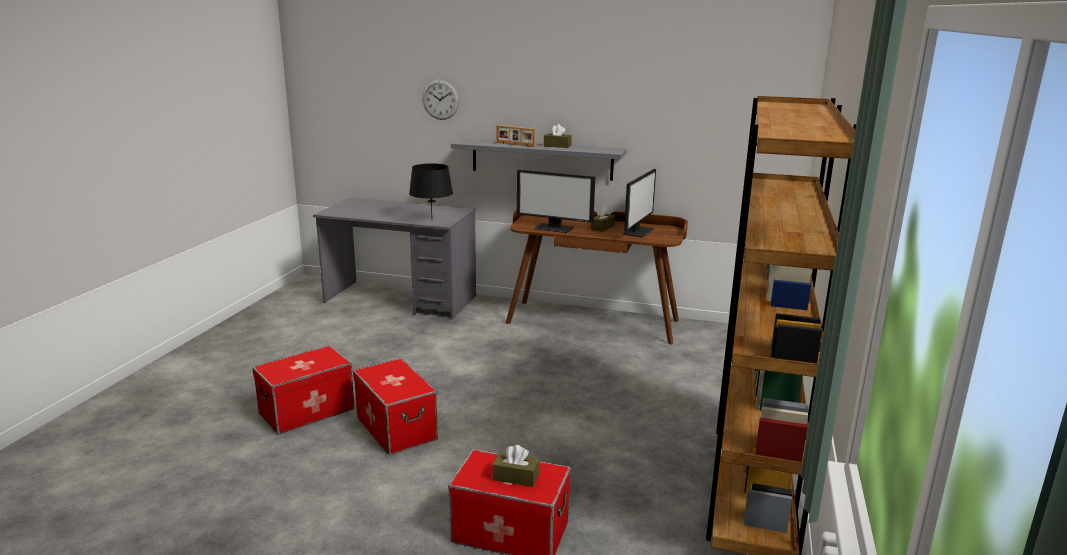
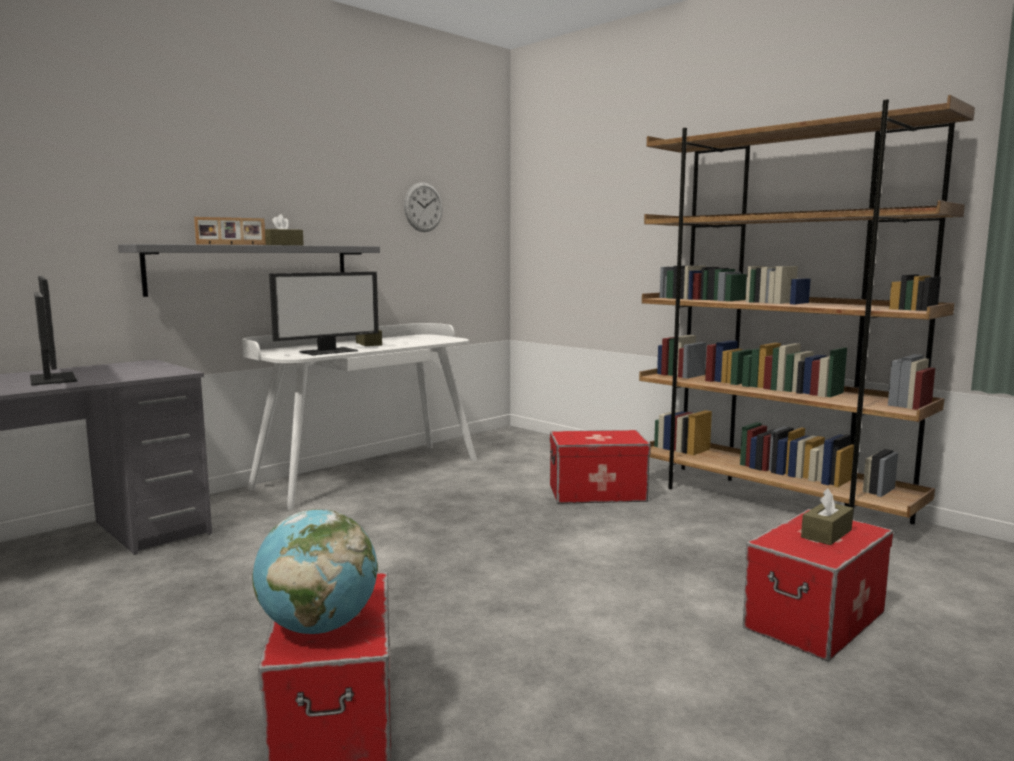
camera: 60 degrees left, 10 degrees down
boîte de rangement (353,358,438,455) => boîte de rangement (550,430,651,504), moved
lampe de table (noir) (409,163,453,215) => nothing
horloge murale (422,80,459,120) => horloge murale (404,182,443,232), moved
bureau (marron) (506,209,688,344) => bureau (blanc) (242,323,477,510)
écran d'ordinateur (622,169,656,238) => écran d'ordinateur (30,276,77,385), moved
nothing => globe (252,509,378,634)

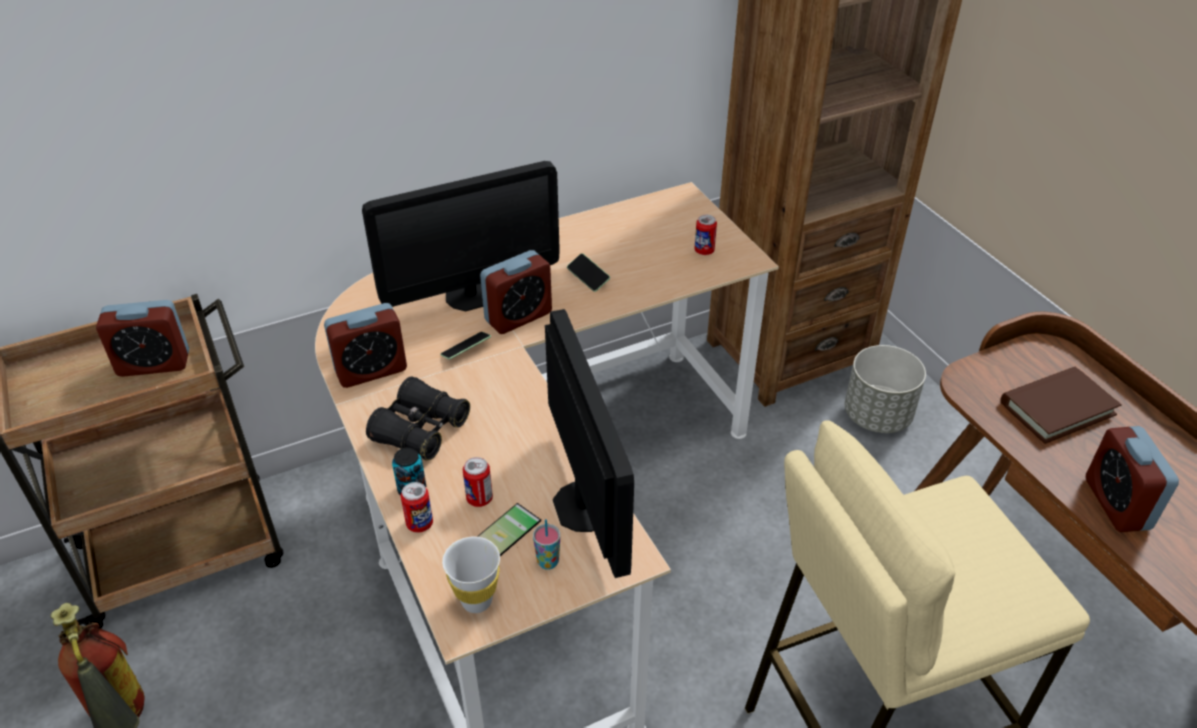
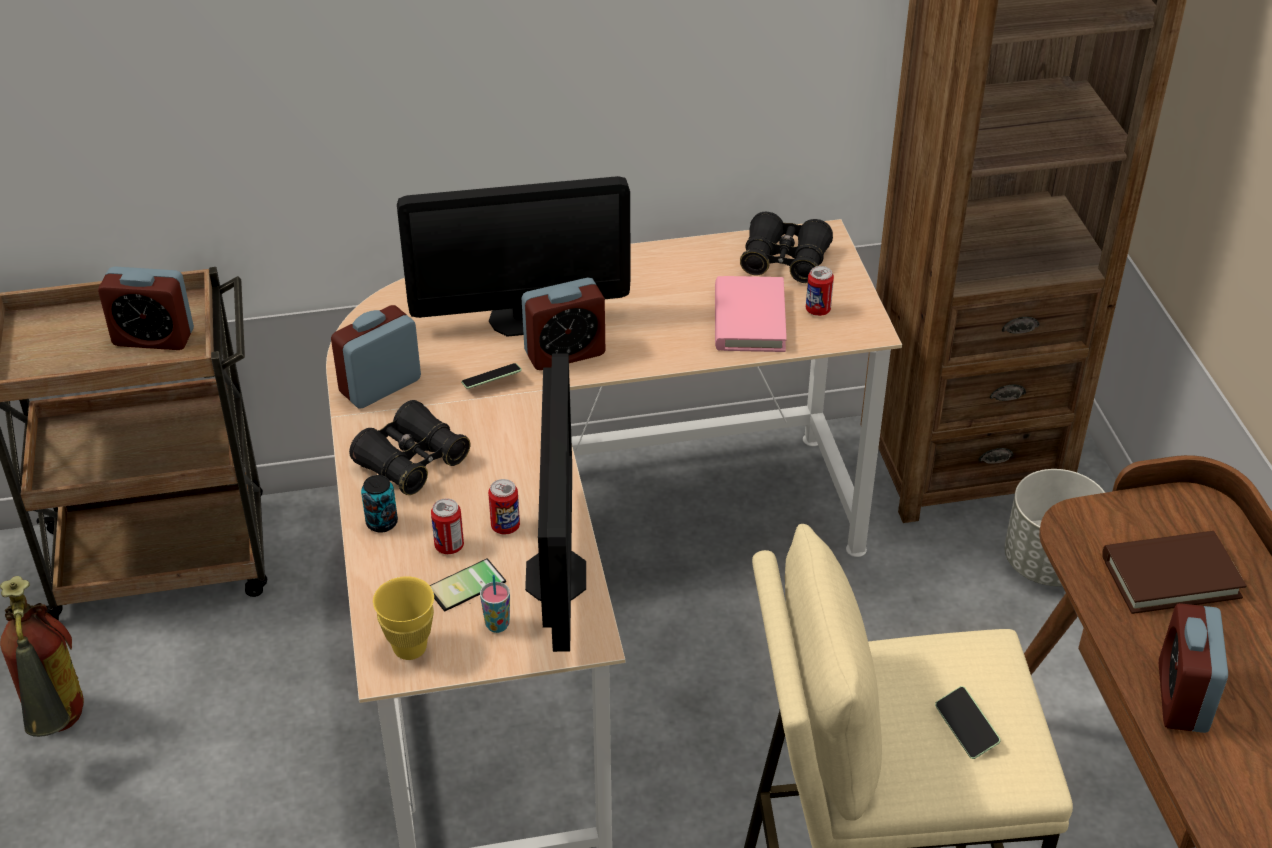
camera: 15 degrees right, 0 degrees up
réveil (324,303,407,388) => réveil (331,305,421,409), 150 degrees clockwise
boîte métallique (401,482,433,533) => boîte métallique (488,479,520,534), moved
tasse (blanc) (442,537,500,613) => tasse (jaune) (373,576,434,660)
téléphone (567,253,610,292) => téléphone (935,686,1001,759), moved
nothing => livre (rose) (715,276,787,352)
nothing => jumelles (noir) (740,212,833,283)

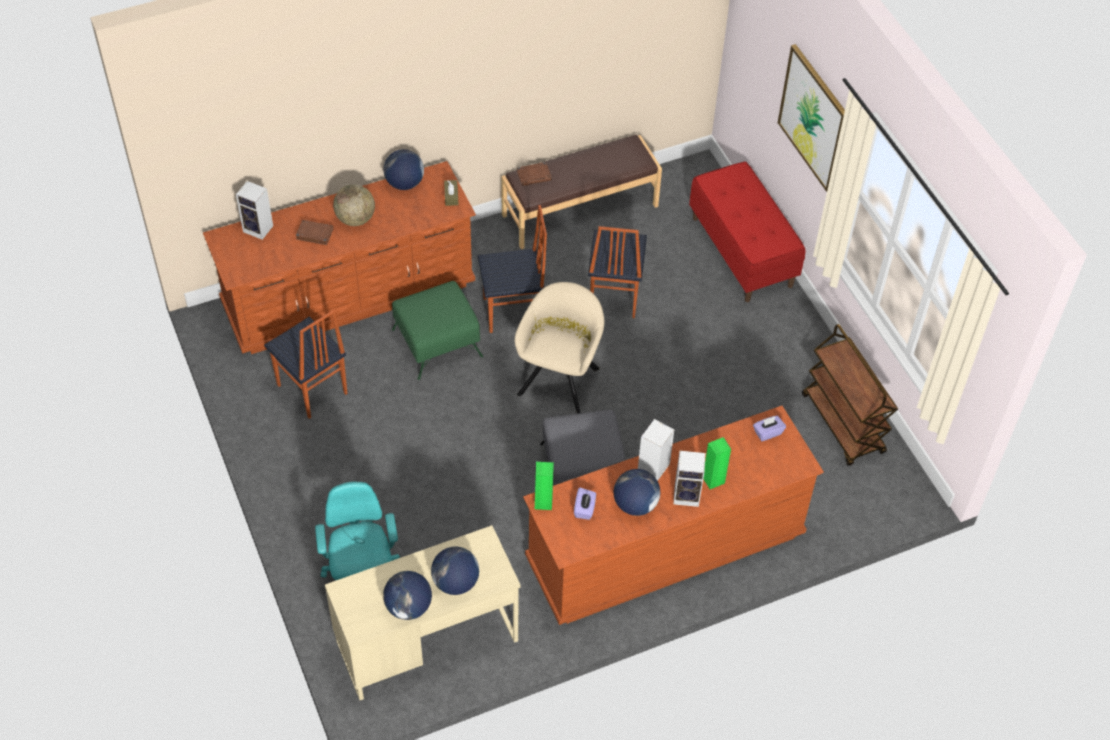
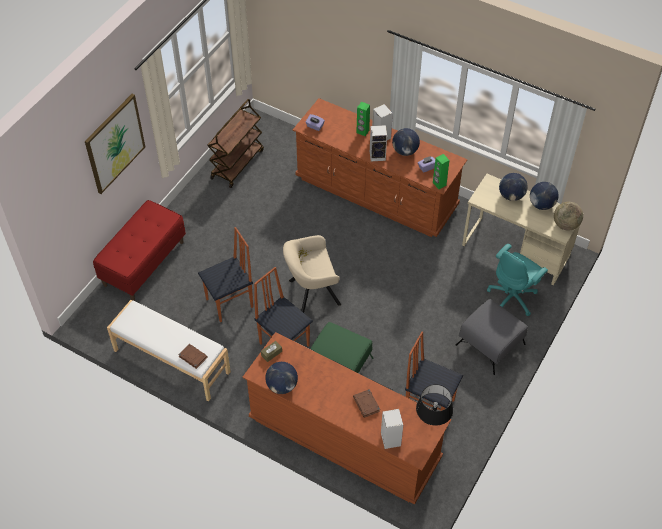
camera: 125 degrees left, 0 degrees up
chaise (264,310,348,419) => chaise (405,332,463,411), 75 degrees counterclockwise
globe (333,184,375,226) => globe (554,202,583,231), moved
banc (marron) (501,135,662,249) => banc (blanc) (107,300,231,401)
pouf (gris) (540,410,625,485) => pouf (gris) (456,299,528,375), moved
nothing => lampe de table (noir) (416,384,453,426)

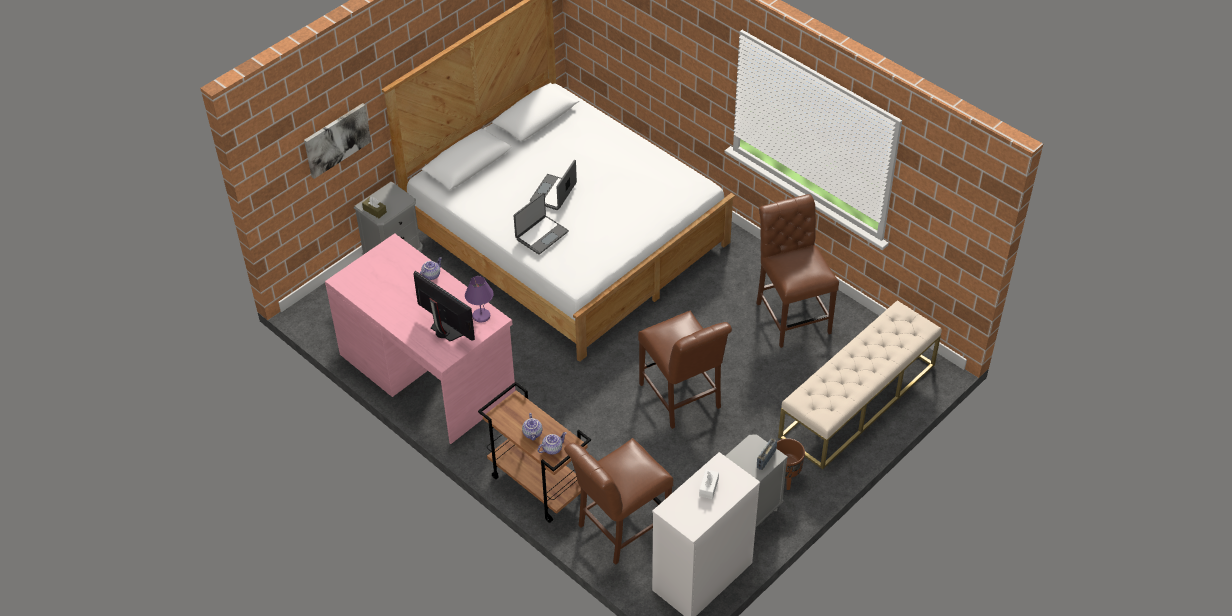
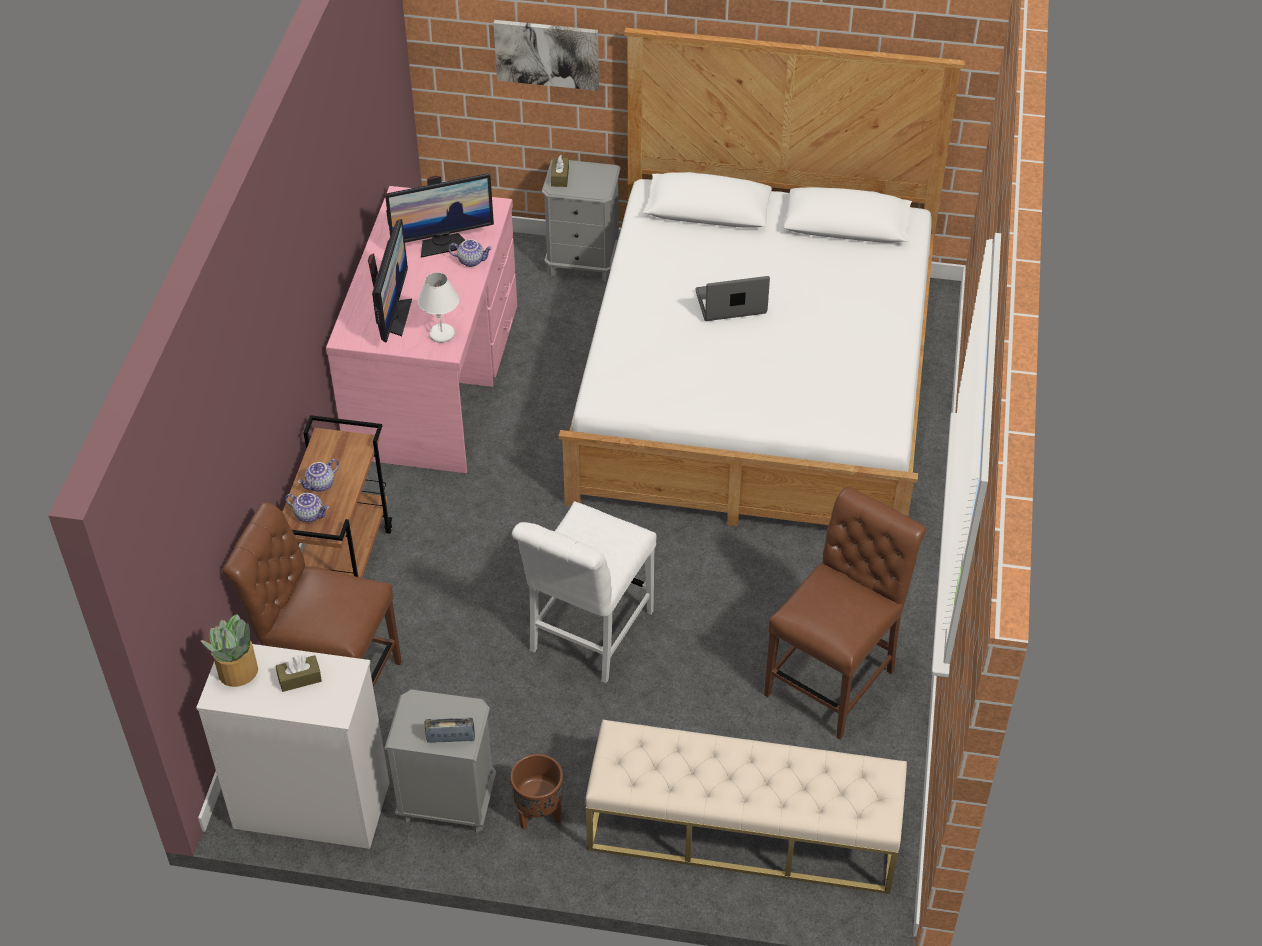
camera: 55 degrees right, 0 degrees up
lampe de table (violet) (465,276,494,323) => lampe de table (blanc) (418,272,459,343)
ordinateur portable (514,192,569,255) => nothing
chaise (marron) (638,310,732,429) => chaise (blanc) (512,501,656,683)
boîte à mouchoirs (blanc) (699,470,719,499) => boîte à mouchoirs (marron) (276,655,322,692)
nothing => plante en pot (201,614,258,687)
nothing => écran d'ordinateur (385,173,494,258)

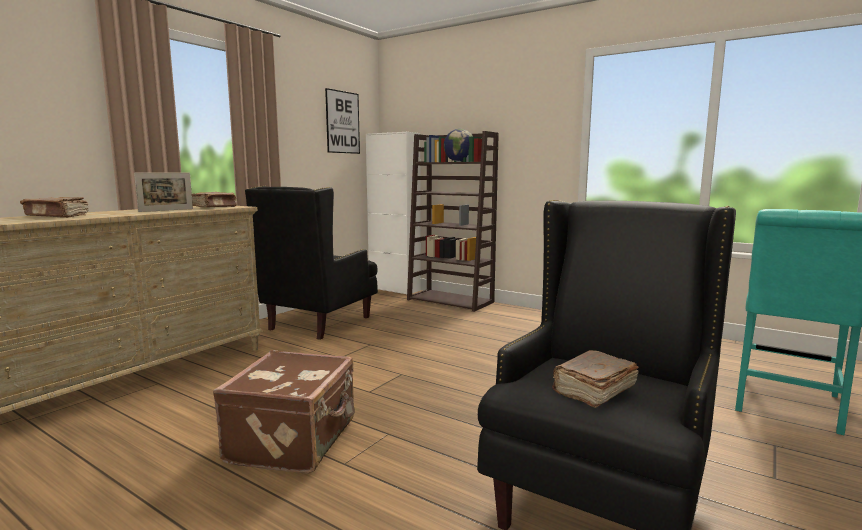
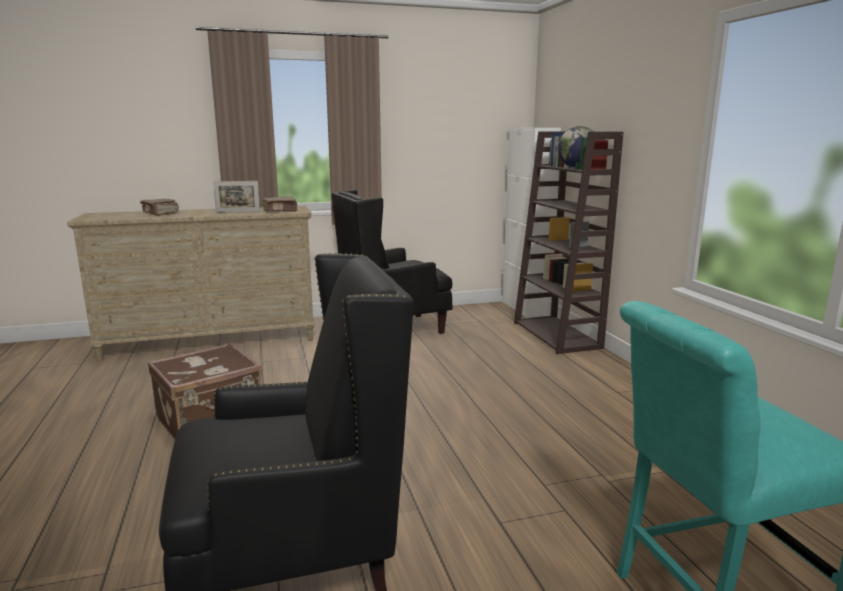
camera: 40 degrees right, 5 degrees up
tableau (325,88,360,154) => nothing
livre (marron) (552,350,639,408) => nothing

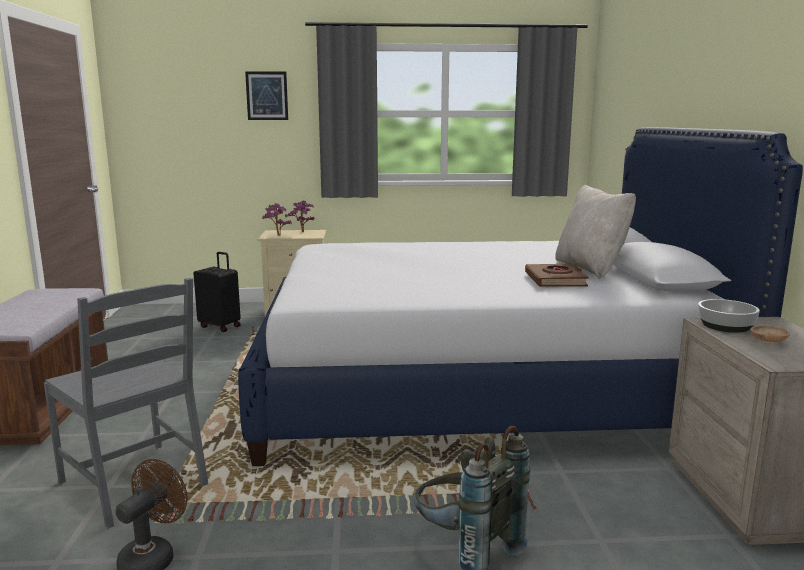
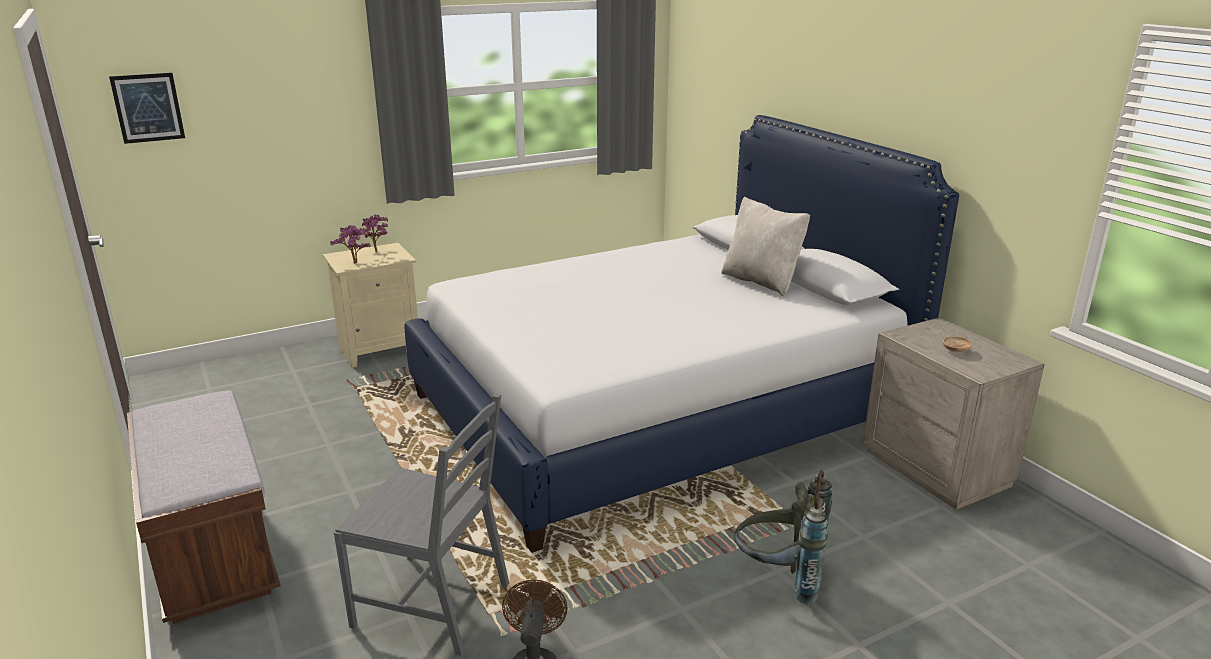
camera: 25 degrees left, 10 degrees up
valise (noir) (193,252,241,332) => nothing
tableau (245,71,288,120) => tableau (109,73,185,144), moved
livre (marron) (525,264,589,287) => nothing
bol (698,299,760,333) => nothing

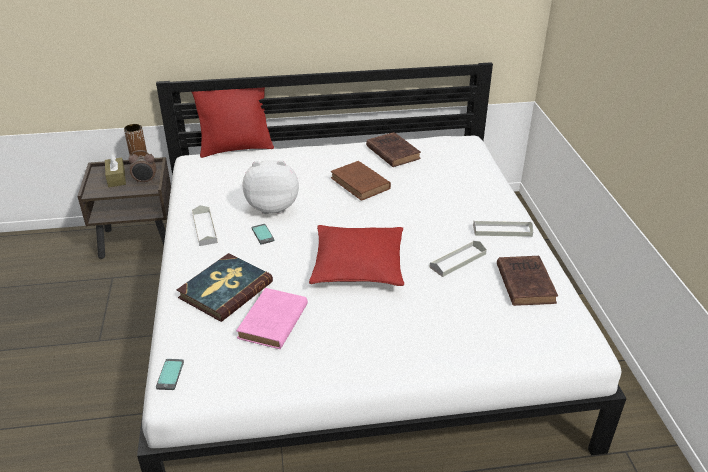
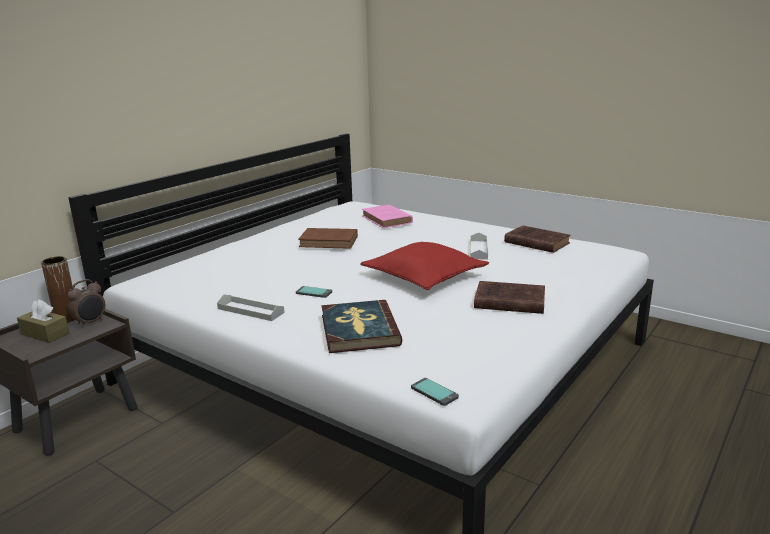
camera: 45 degrees left, 15 degrees down
coussin (rouge) (192,87,274,158) => nothing
livre (rose) (236,288,308,349) => livre (rose) (362,204,413,228), moved
peluche (243,160,299,214) => nothing
livre (marron) (366,132,421,167) => livre (marron) (474,281,545,314), moved
plateau (gris) (473,221,533,237) => nothing

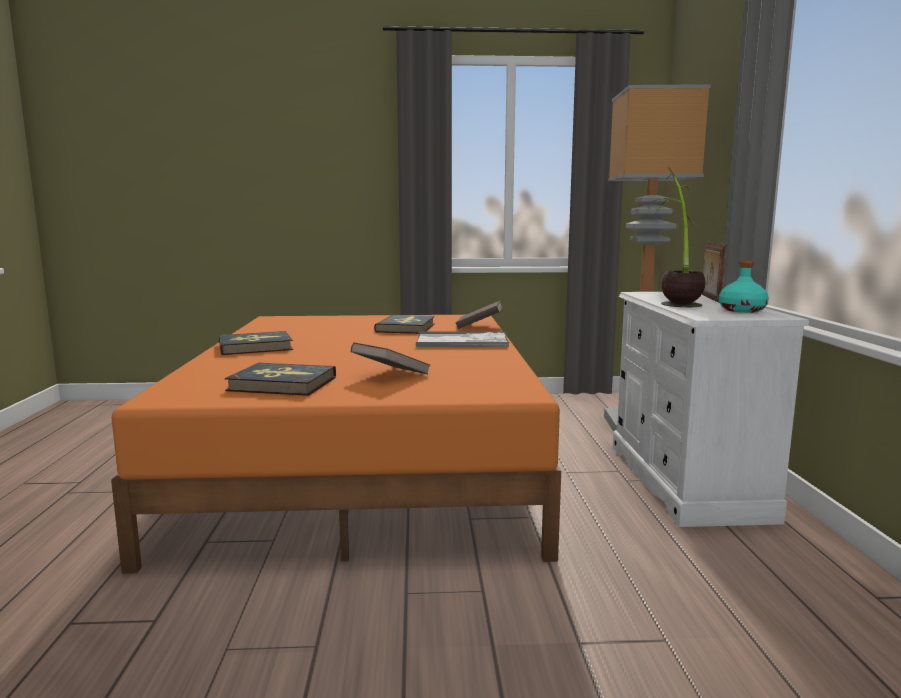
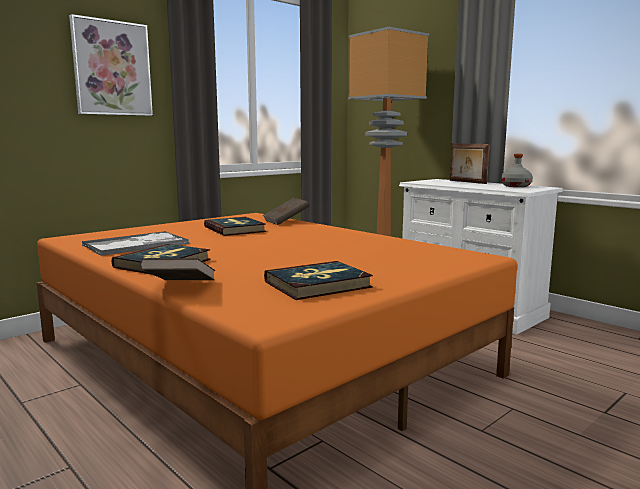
camera: 40 degrees left, 0 degrees up
livre (marron) (351,343,431,374) => livre (marron) (140,258,215,280), moved
plateau (416,331,509,347) => plateau (82,231,189,256), moved
plante en pot (649,167,705,307) => nothing
bouteille (turquoise) (719,261,769,313) => bouteille (gris) (501,154,533,187)
nothing => tableau (69,14,153,116)

